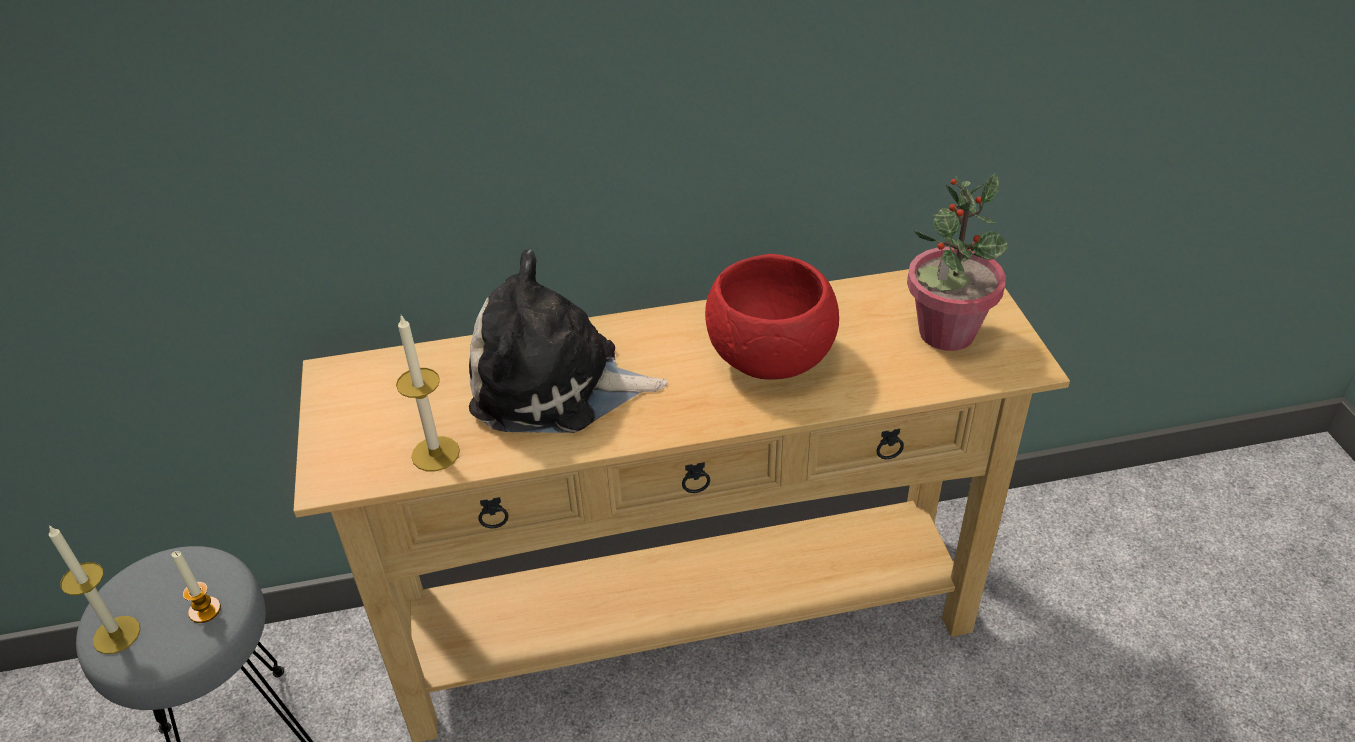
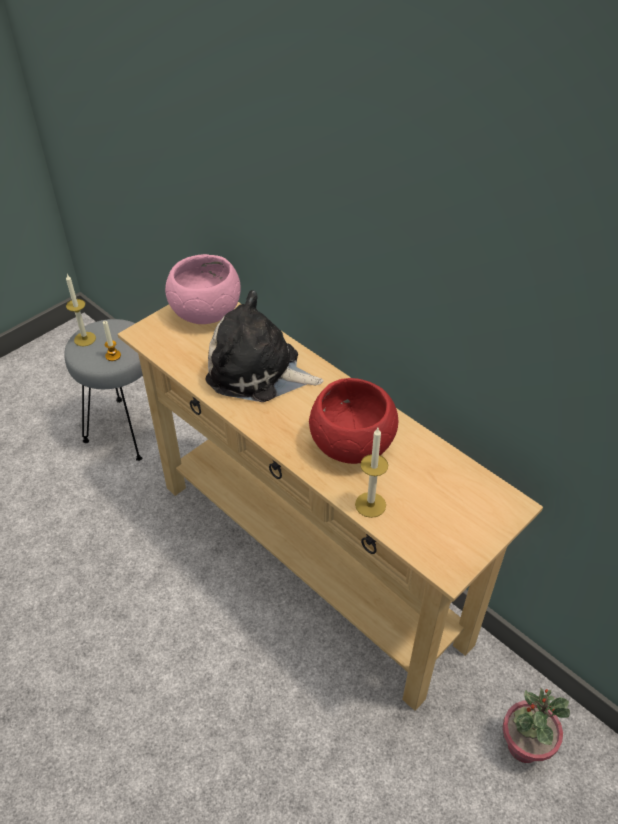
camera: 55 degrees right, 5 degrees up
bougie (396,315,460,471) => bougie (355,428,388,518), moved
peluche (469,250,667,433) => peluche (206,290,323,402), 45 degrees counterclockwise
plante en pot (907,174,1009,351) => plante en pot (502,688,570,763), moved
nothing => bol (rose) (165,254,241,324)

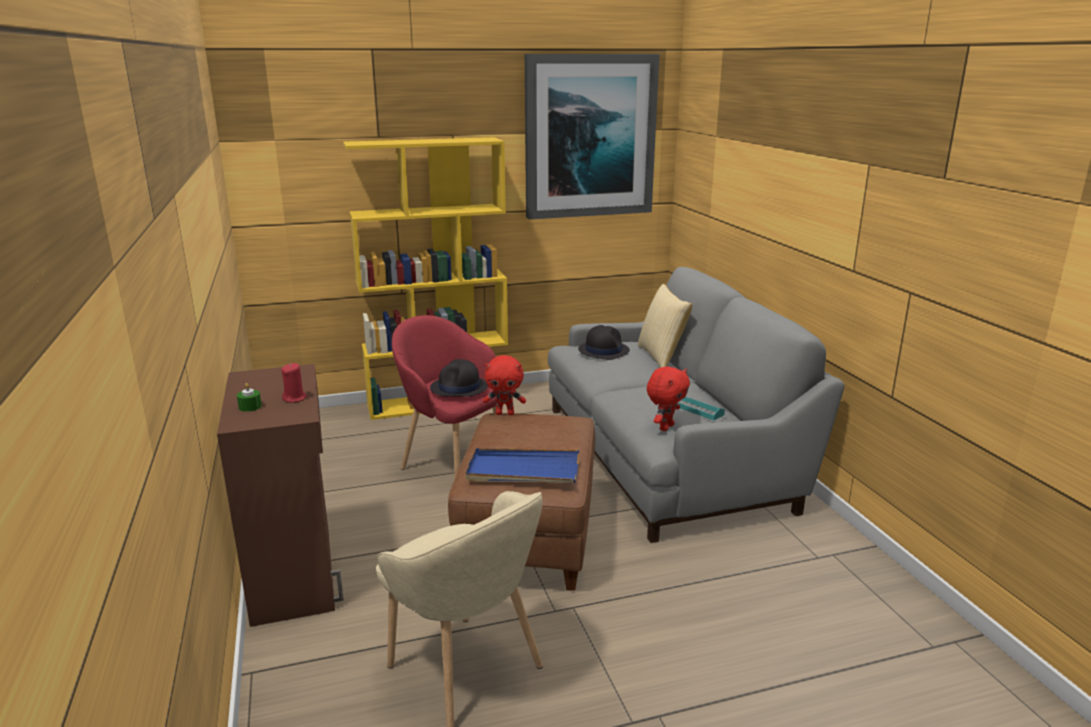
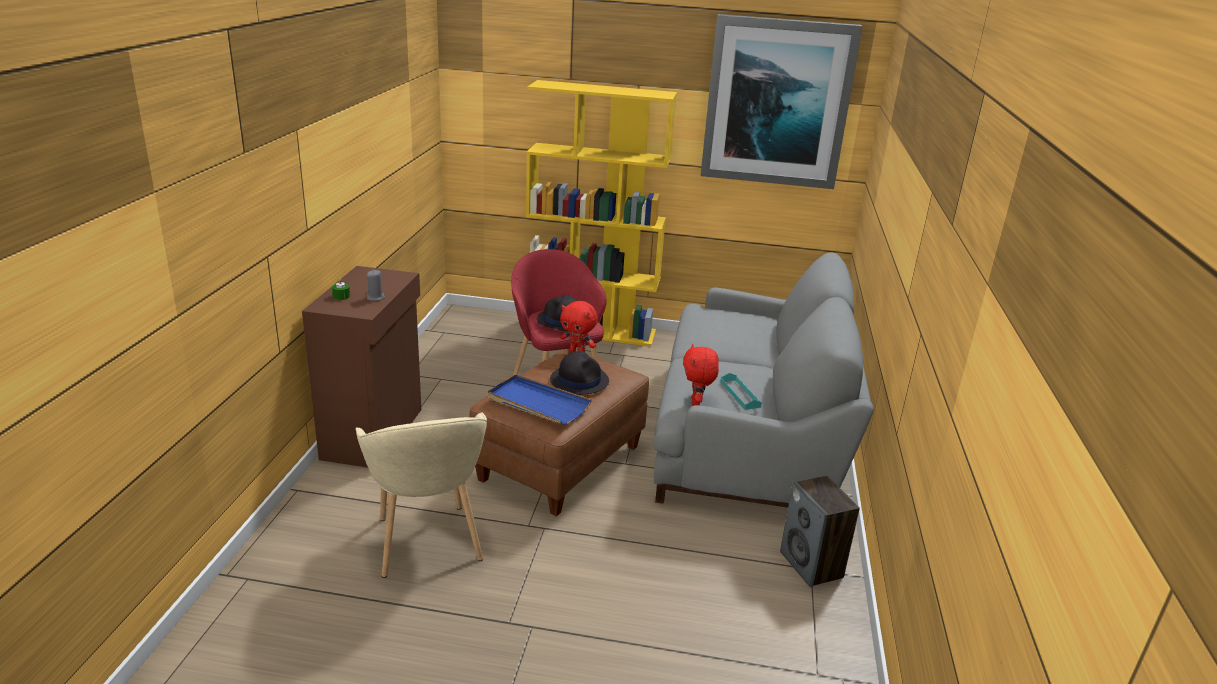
camera: 25 degrees right, 5 degrees up
bougie (rouge) (281,363,307,403) => bougie (gris) (366,270,385,301)
chapeau (noir) (578,325,630,360) => chapeau (noir) (550,351,609,395), moved
coussin (638,284,692,368) => nothing
peluche (rouge) (647,366,690,431) => peluche (rouge) (683,344,719,406), 120 degrees clockwise
nothing => enceinte (780,476,860,587)

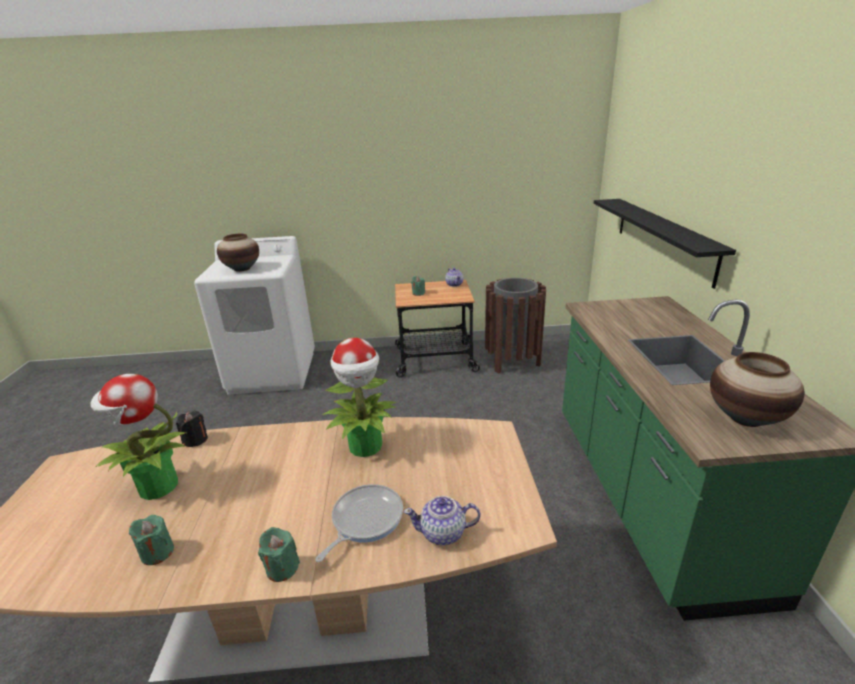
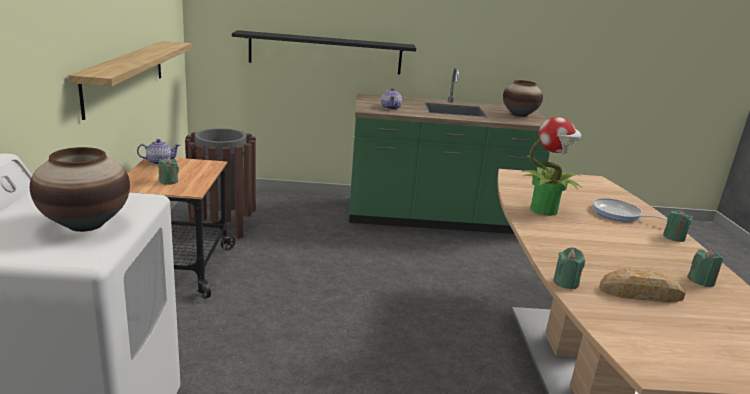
camera: 90 degrees left, 5 degrees down
plante en pot (90,374,186,500) => pain (599,268,686,303)
bougie (noir) (176,411,208,447) => bougie (vert) (553,248,585,289)
théière (404,496,481,545) => théière (381,88,402,110), moved
nothing => étagère (68,41,192,120)

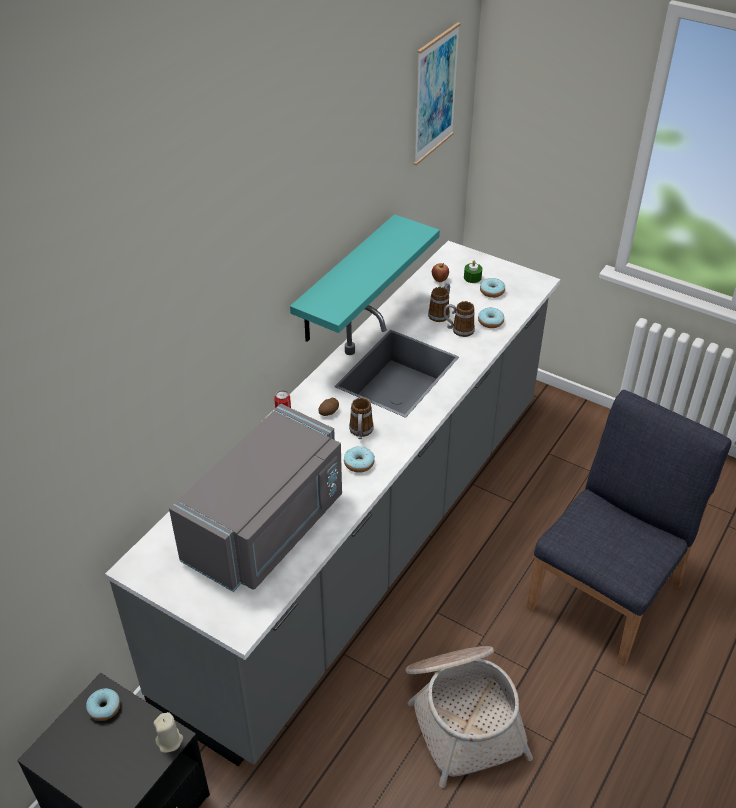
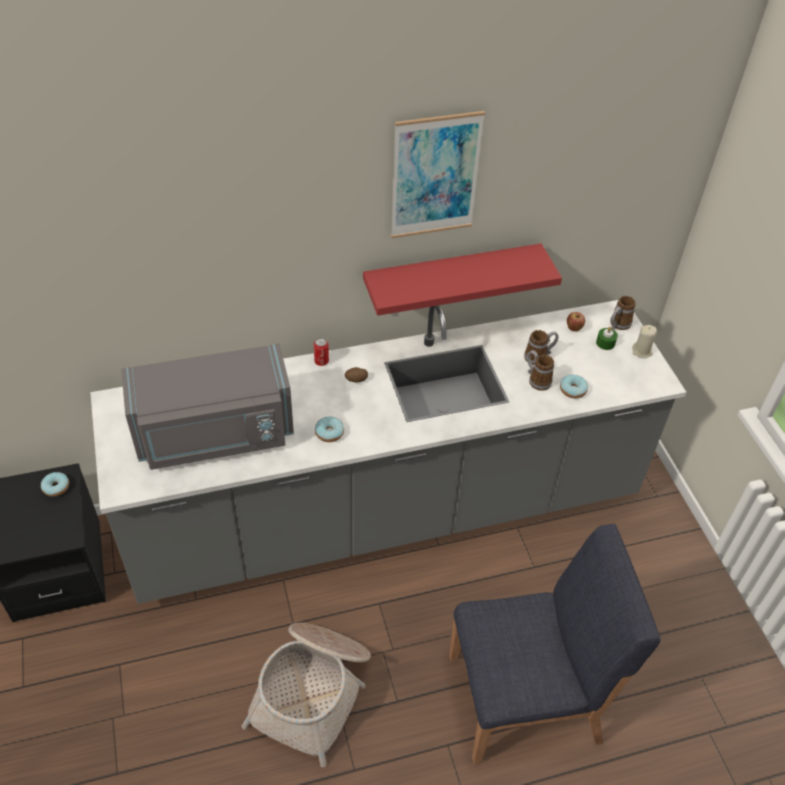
camera: 40 degrees right, 5 degrees up
bougie (beige) (154,712,183,753) => bougie (beige) (632,325,657,358), moved
étagère (turquoise) (290,214,440,342) => étagère (rouge) (363,244,562,316)
mug (349,398,374,439) => mug (610,296,636,330), moved
tableau (414,22,461,166) => tableau (391,111,485,238), moved
beignet (480,278,505,298) => nothing

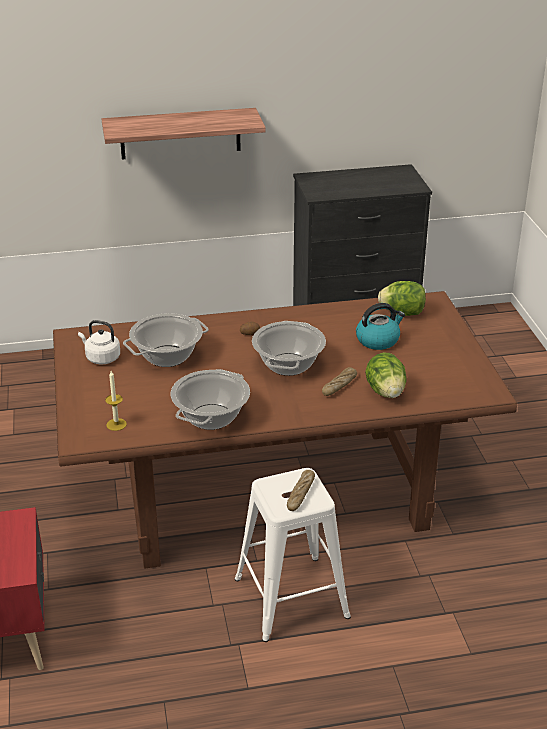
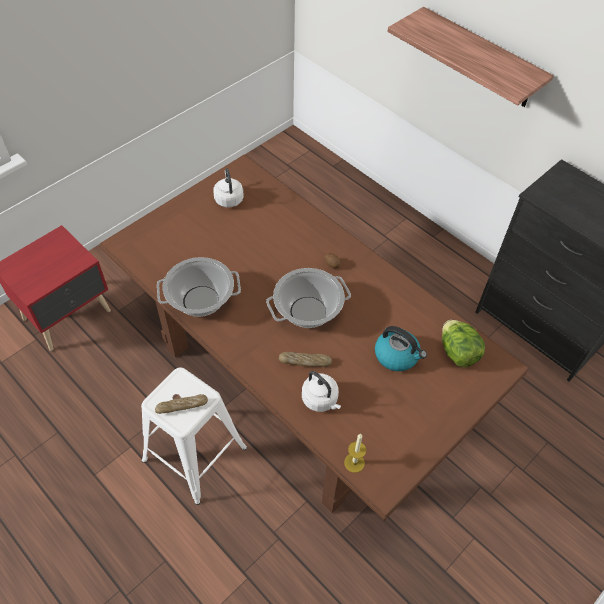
camera: 55 degrees right, 20 degrees up
bougie (105,371,127,431) => bougie (344,434,366,473), moved
marmite (123,313,209,367) => nothing
laitue (365,352,407,398) => bouilloire (blanc) (302,371,341,412)

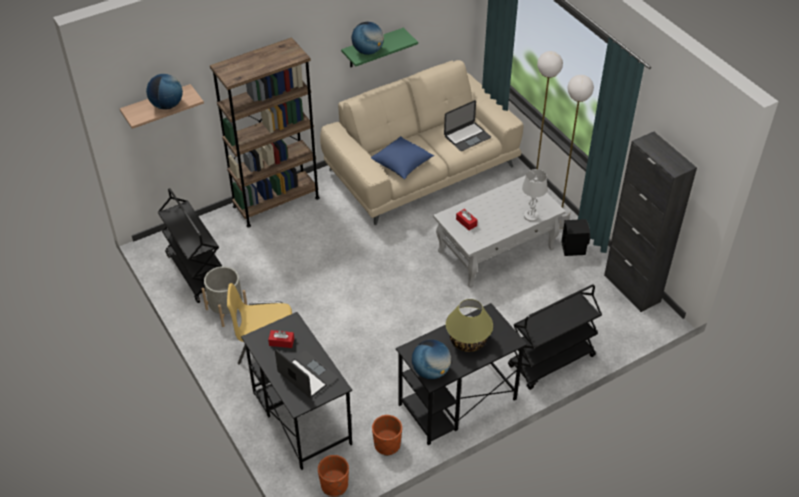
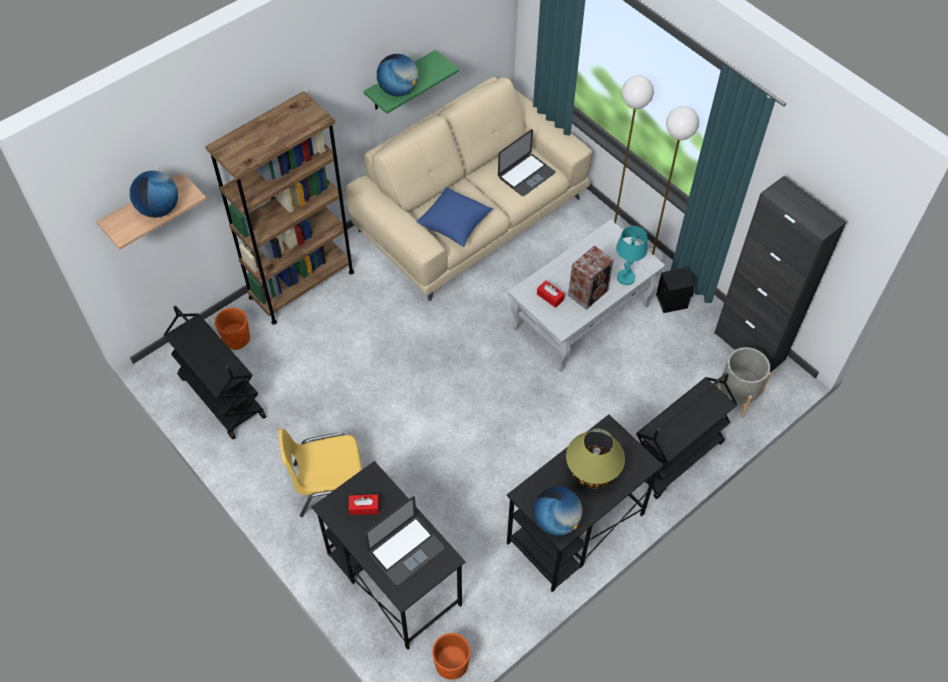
camera: 10 degrees left, 10 degrees up
cache-pot (gris) (202,266,247,327) => cache-pot (gris) (715,347,771,418), moved
ordinateur portable (275,349,338,398) => ordinateur portable (365,496,444,585), 105 degrees clockwise
cache-pot (orange) (372,415,402,456) => cache-pot (orange) (215,308,250,350), moved
lampe de table (blanc) (522,169,547,222) => lampe de table (turquoise) (616,226,647,285)
nothing => enceinte (568,245,614,310)

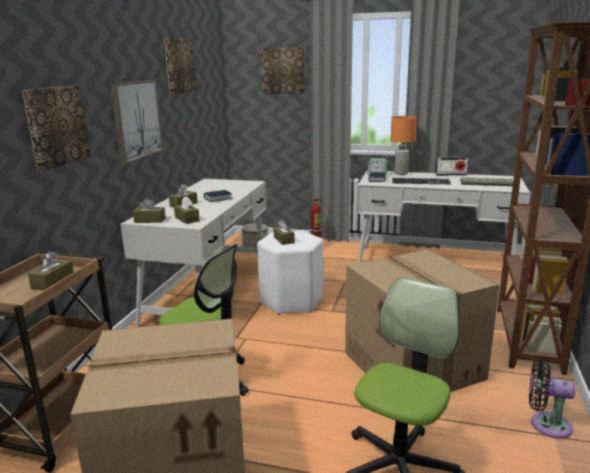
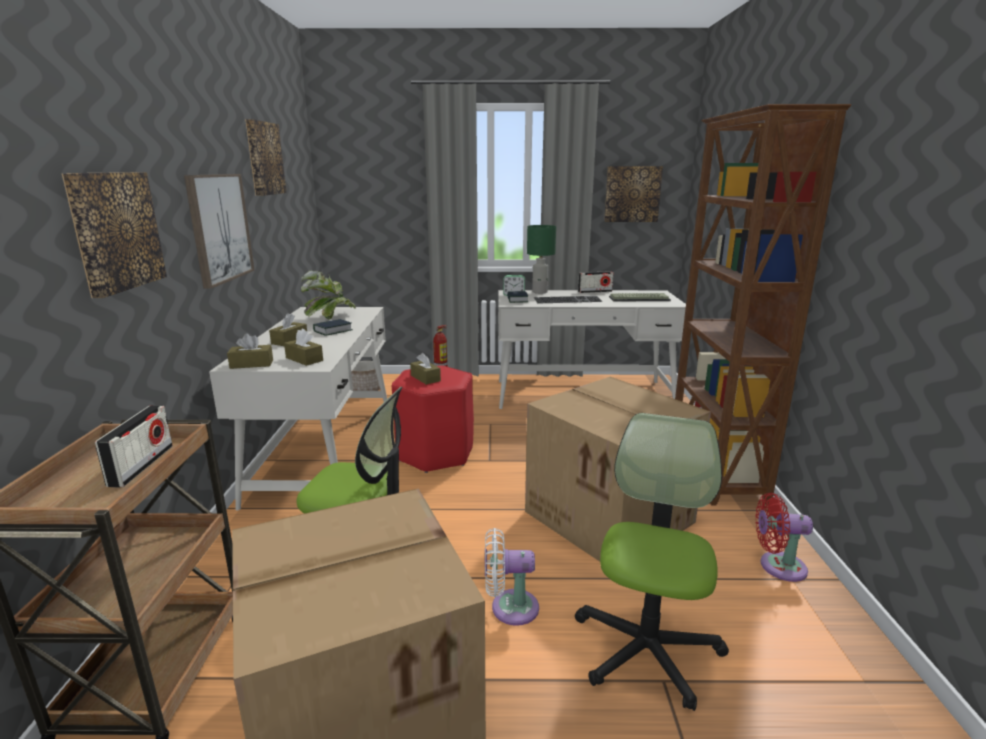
camera: 15 degrees left, 0 degrees up
boîte à mouchoirs (marron) (28,251,74,290) => radio (95,405,173,487)
tabouret (blanc) (257,231,324,315) => tabouret (rouge) (392,365,474,473)
tableau (261,47,305,94) => tableau (604,166,663,222), moved
lampe de table (orange) (391,116,417,175) => lampe de table (vert) (527,225,556,294)
ventilateur (noir) (529,359,575,439) => ventilateur (rouge) (755,493,813,582)
nothing => plante en pot (301,270,356,320)
nothing => ventilateur (blanc) (485,528,539,626)

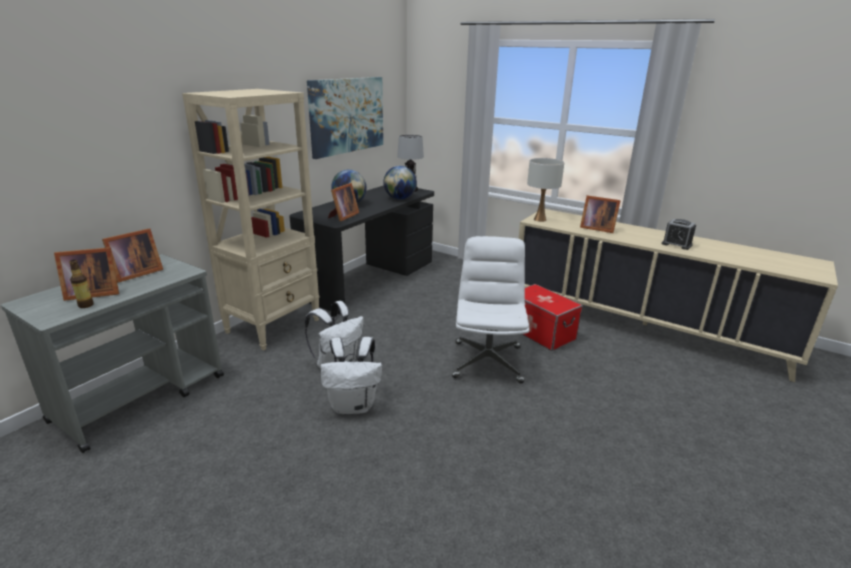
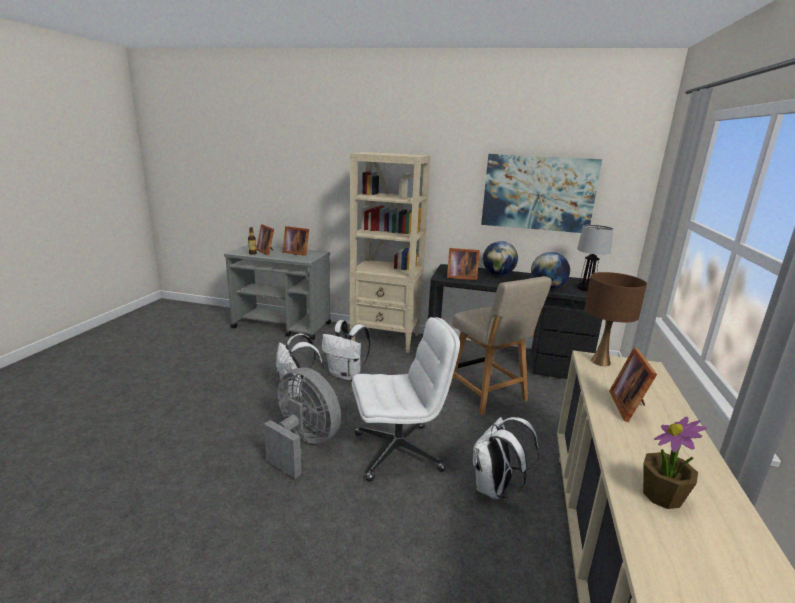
camera: 70 degrees right, 5 degrees down
boîte de rangement (522,284,583,351) => sac à dos (blanc) (473,417,539,500)
lampe de table (blanc) (527,158,564,222) => lampe de table (marron) (584,272,647,366)
réveil (662,219,696,250) => plante en pot (643,417,707,509)
nothing => ventilateur (gris) (264,367,341,479)
nothing => chaise (beige) (450,276,552,415)

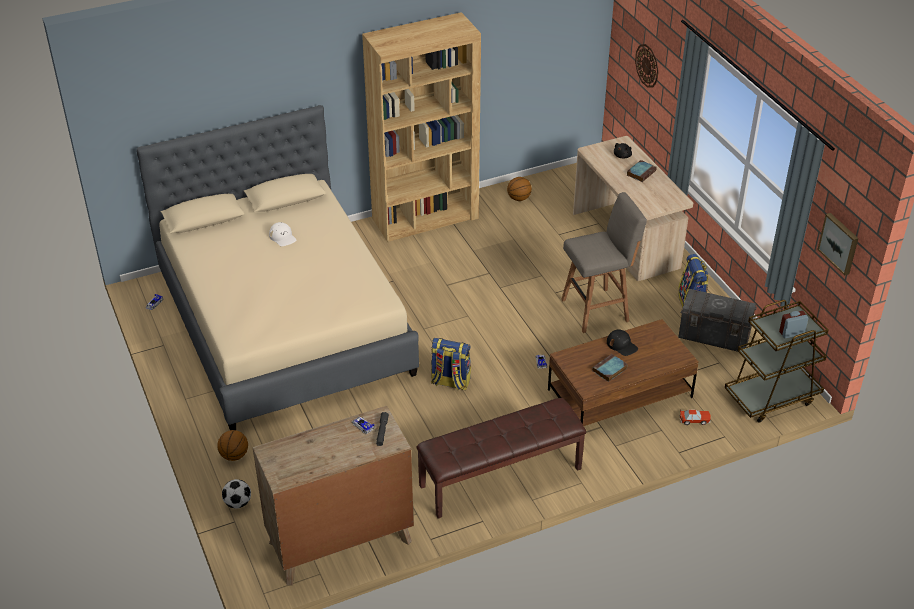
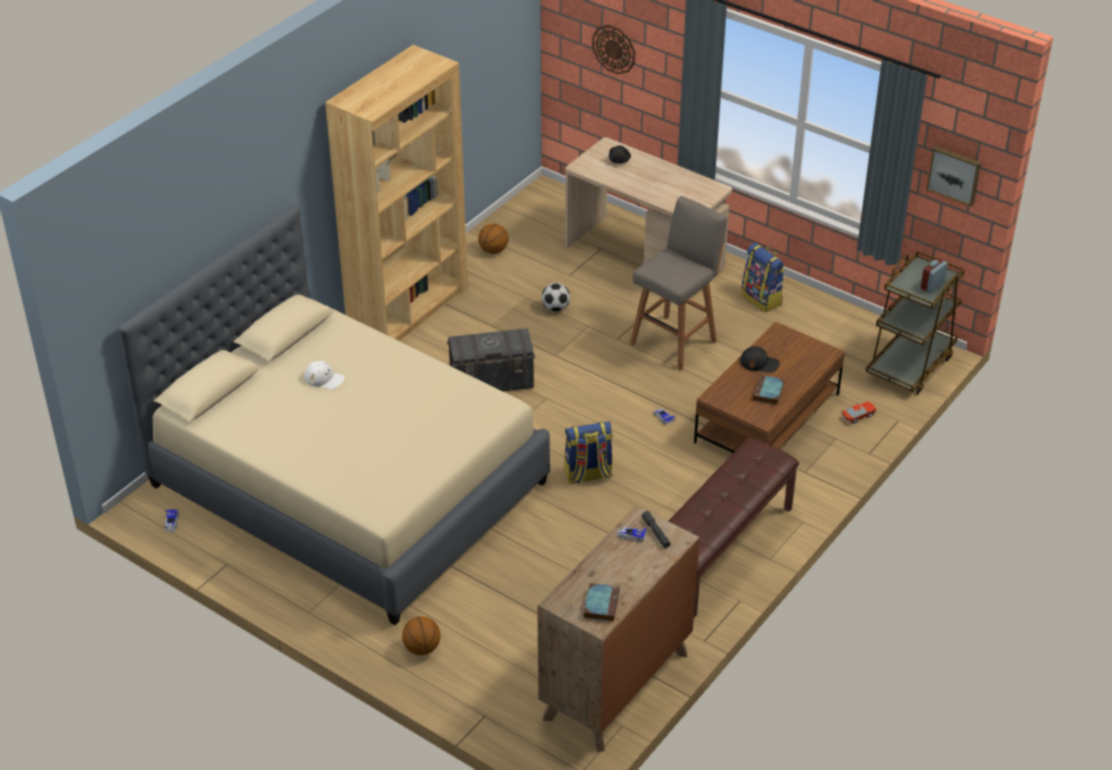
camera: 30 degrees left, 0 degrees up
ballon de foot (222,479,251,509) => ballon de foot (542,283,570,312), moved
livre (627,160,657,182) => livre (583,583,620,622), moved
boîte de rangement (gris) (678,289,757,352) => boîte de rangement (gris) (447,328,535,391), moved

